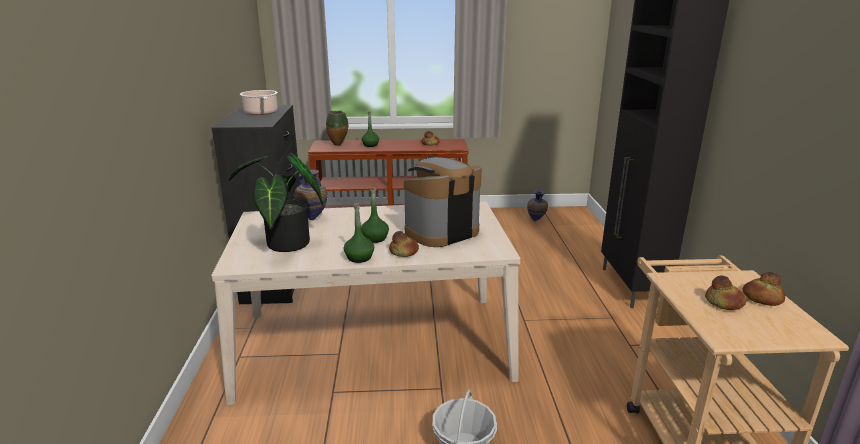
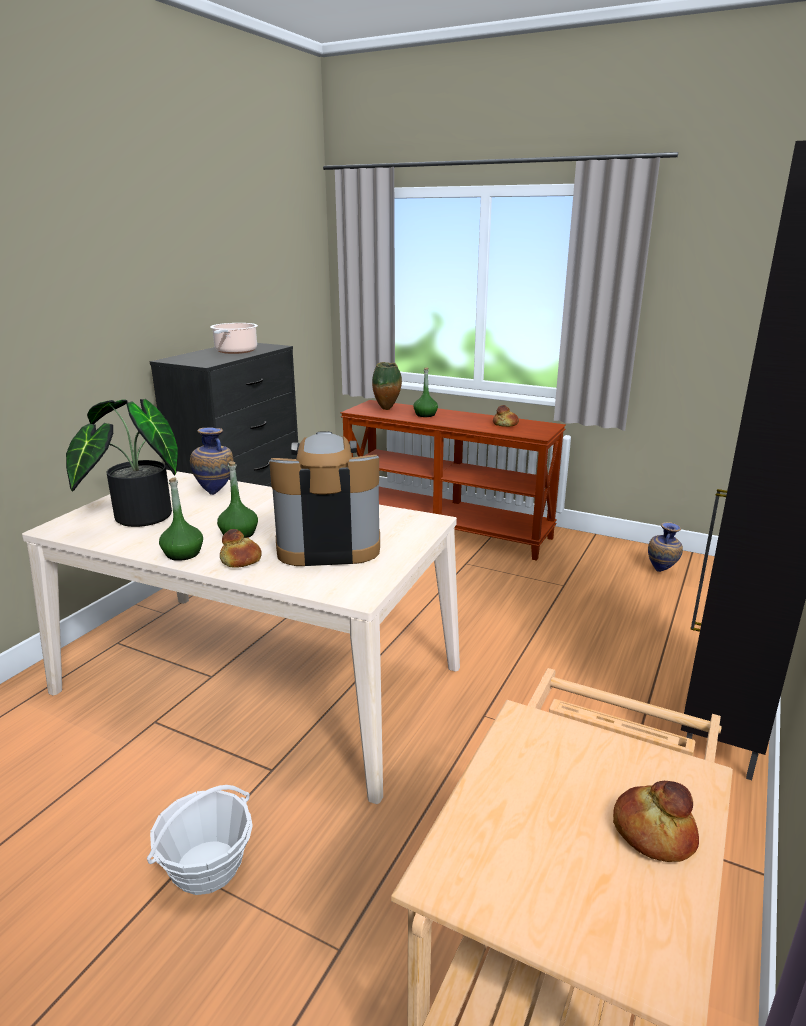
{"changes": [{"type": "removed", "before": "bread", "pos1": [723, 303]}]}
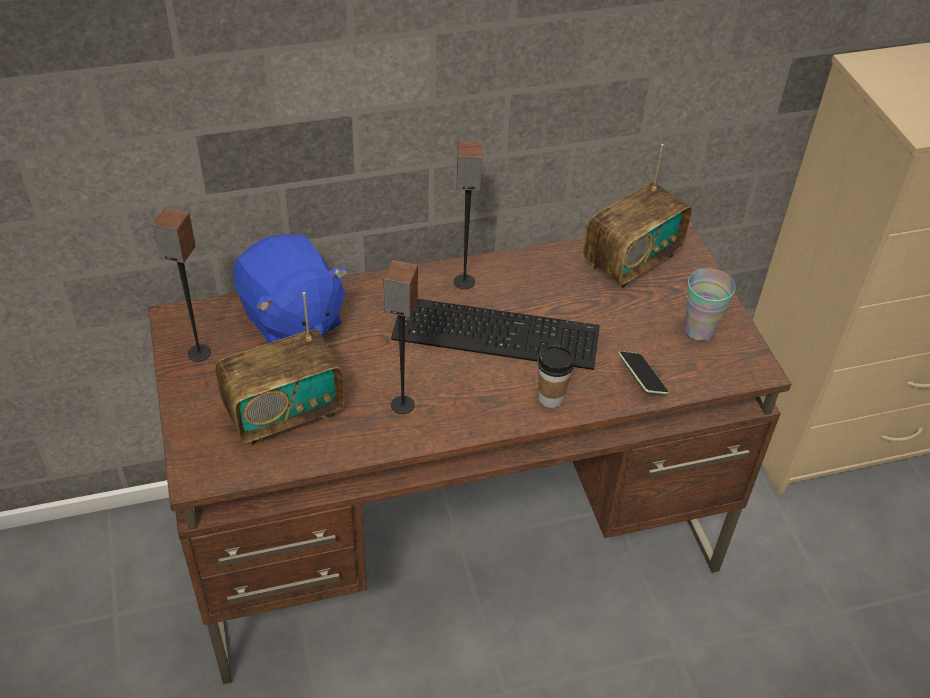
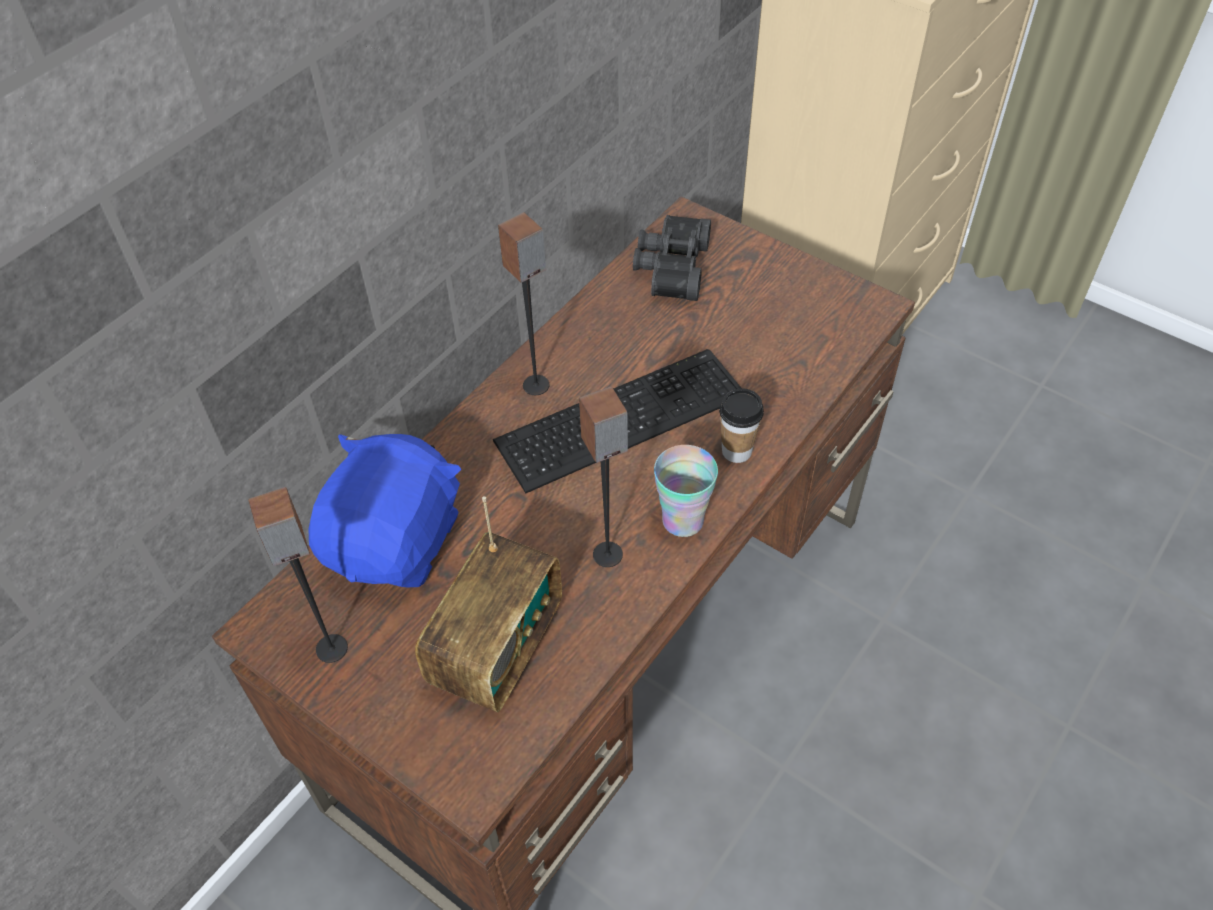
{"changes": [{"type": "turned", "before": "plush toy (blue)", "pos1": [291, 319], "pos2": [397, 541], "turn": -90}, {"type": "replaced", "before": "radio", "after": "binoculars (black)", "pos1": [631, 261], "pos2": [670, 267]}, {"type": "removed", "before": "phone", "pos1": [641, 378]}, {"type": "moved", "before": "cup", "pos1": [699, 330], "pos2": [683, 520]}]}
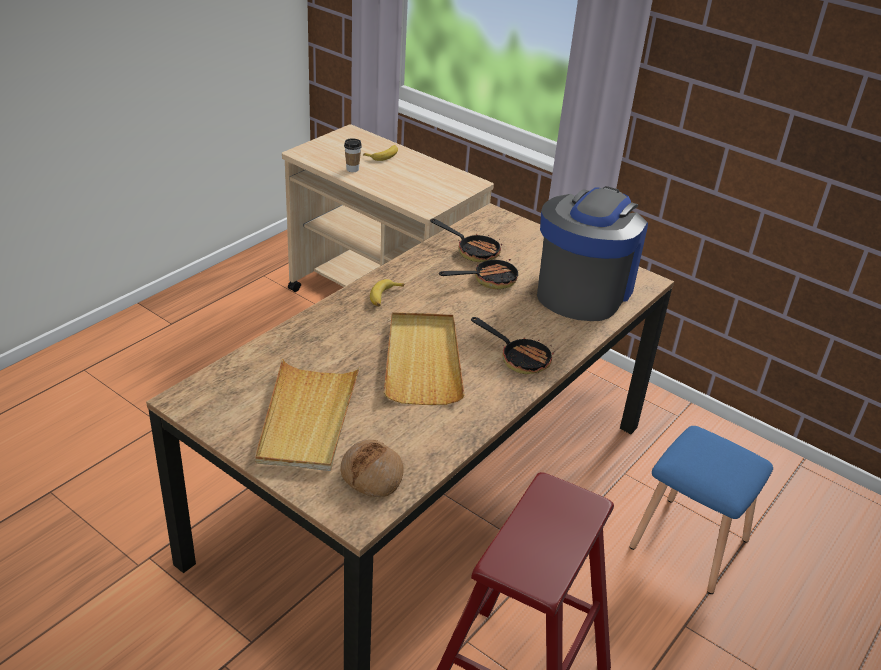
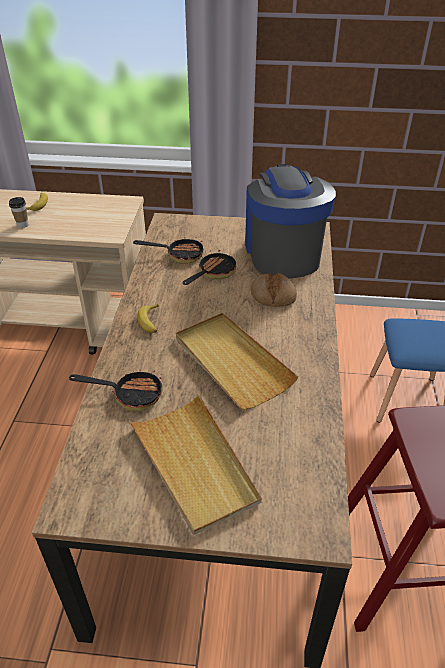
{"changes": [{"type": "moved", "before": "bread", "pos1": [372, 475], "pos2": [273, 296]}, {"type": "moved", "before": "frying pan", "pos1": [519, 358], "pos2": [130, 394]}]}
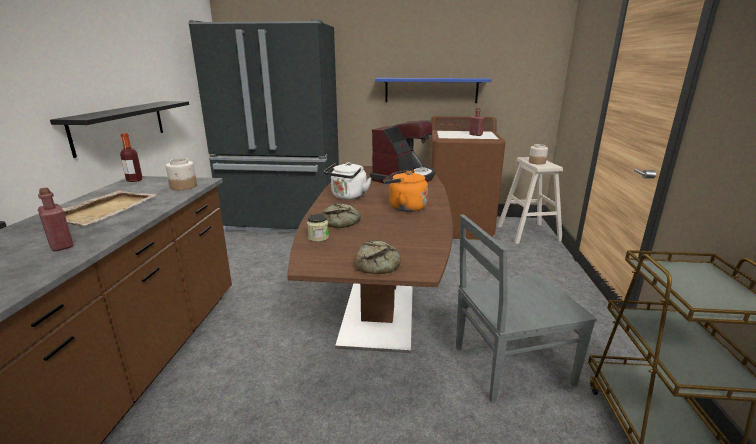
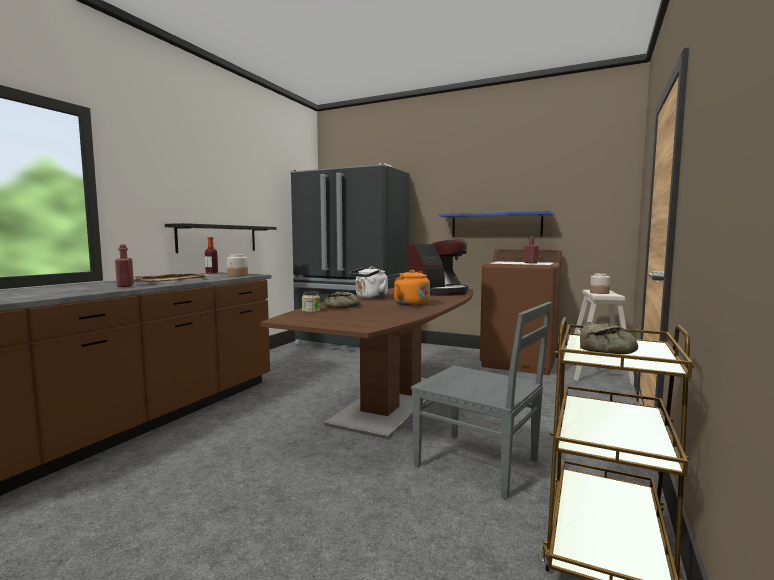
{"changes": [{"type": "moved", "before": "bread", "pos1": [378, 263], "pos2": [607, 348]}, {"type": "turned", "before": "chair (grey)", "pos1": [509, 366], "pos2": [479, 464], "turn": -150}]}
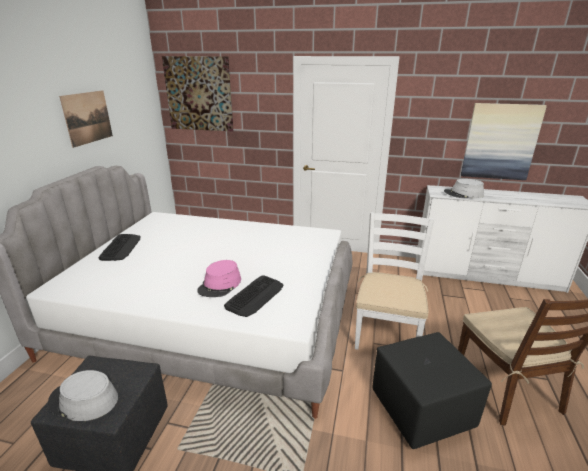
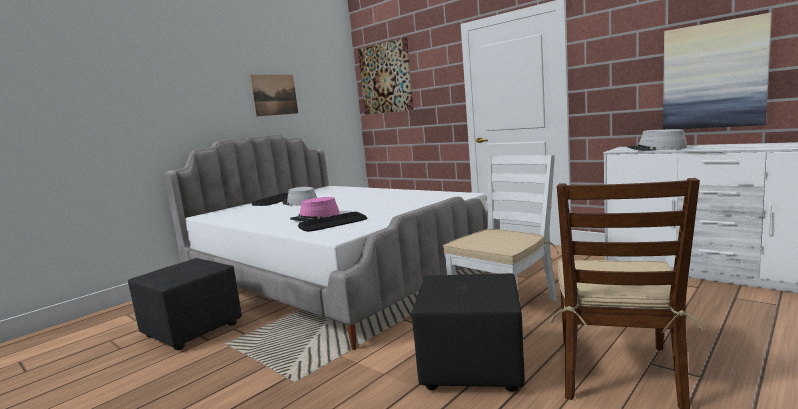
{"changes": [{"type": "moved", "before": "hat (grey)", "pos1": [83, 400], "pos2": [300, 202]}]}
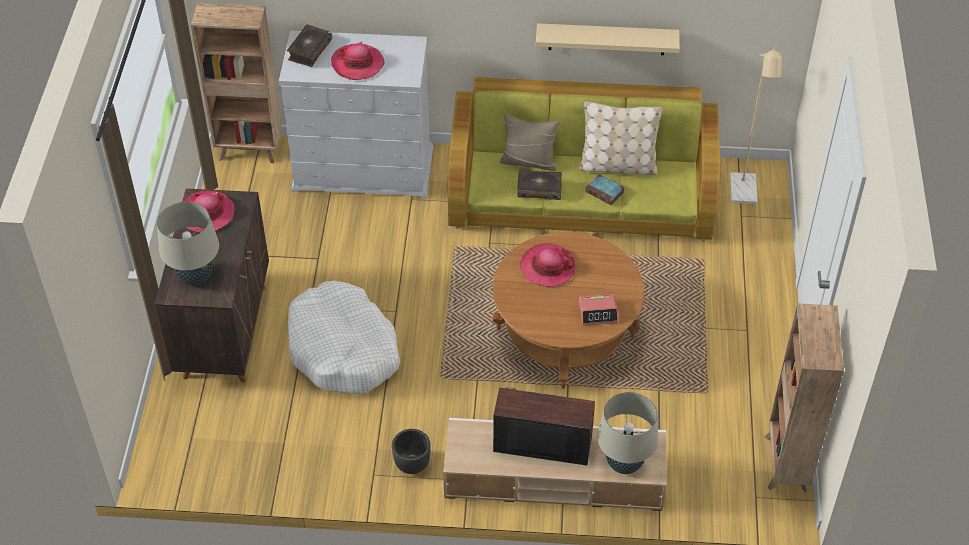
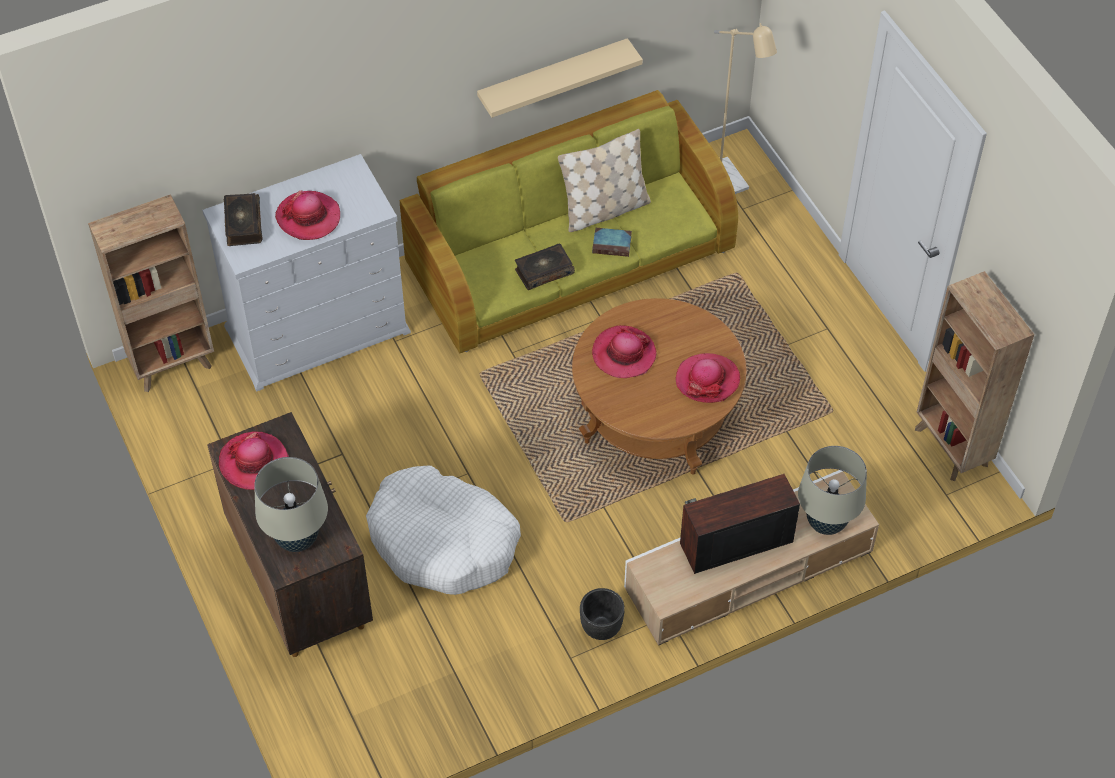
{"changes": [{"type": "removed", "before": "pillow (beige)", "pos1": [528, 161]}, {"type": "replaced", "before": "alarm clock", "after": "hat", "pos1": [598, 313], "pos2": [707, 380]}]}
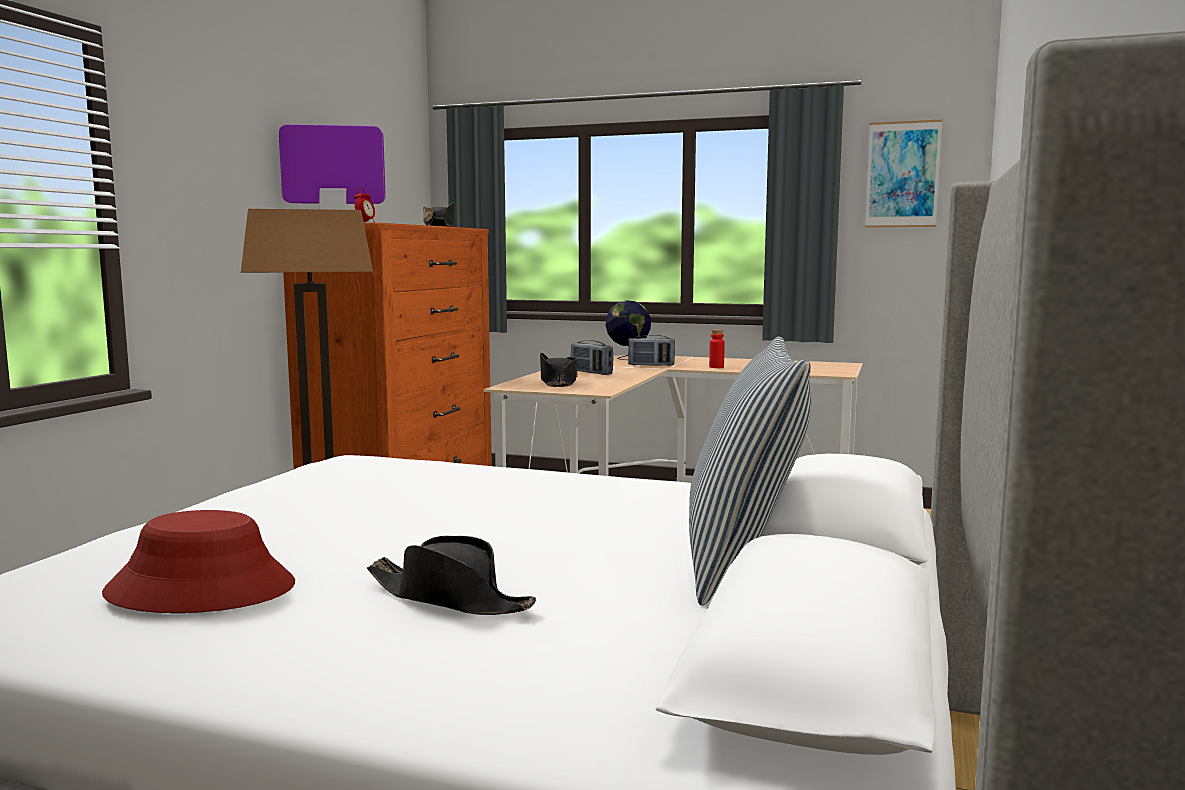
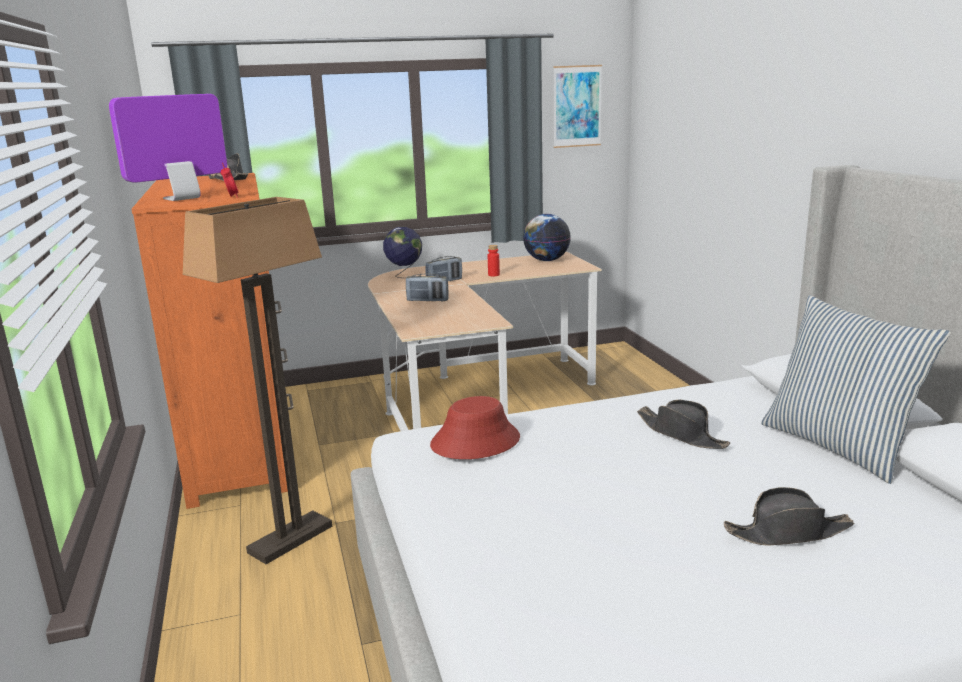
{"changes": [{"type": "moved", "before": "hat (red)", "pos1": [202, 589], "pos2": [475, 441]}, {"type": "moved", "before": "hat (black)", "pos1": [558, 382], "pos2": [681, 434]}, {"type": "added", "after": "globe", "pos2": [546, 260]}]}
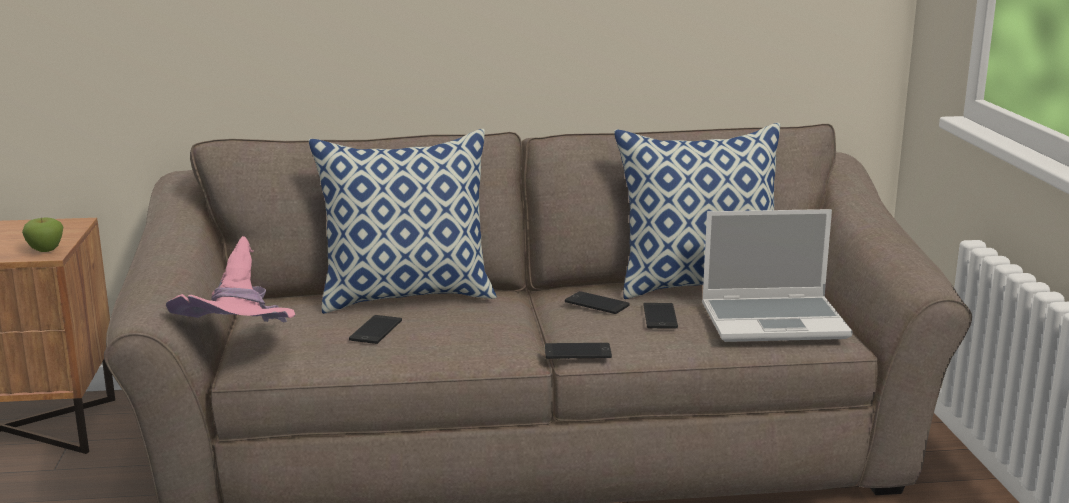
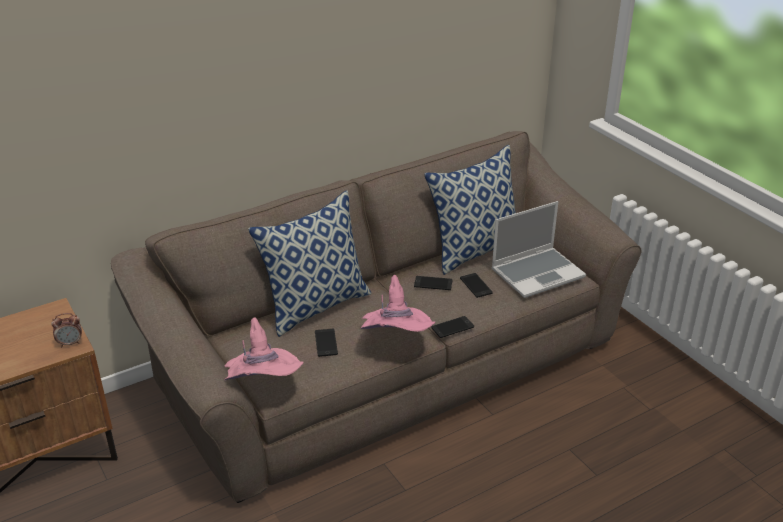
{"changes": [{"type": "replaced", "before": "apple", "after": "alarm clock", "pos1": [46, 250], "pos2": [70, 343]}, {"type": "added", "after": "hat (pink)", "pos2": [396, 341]}]}
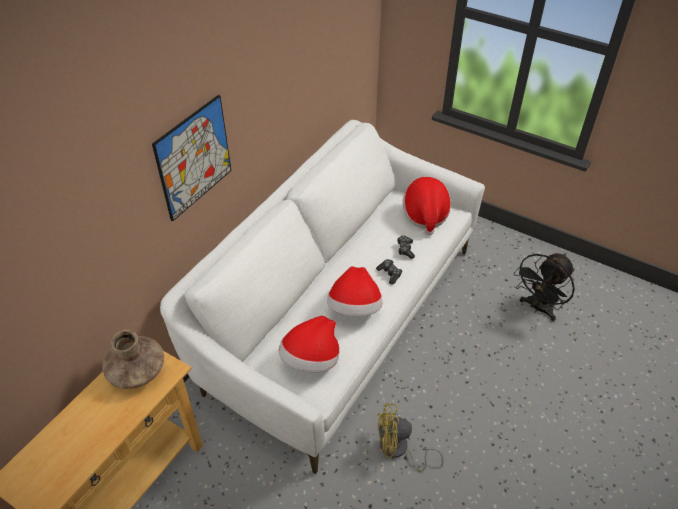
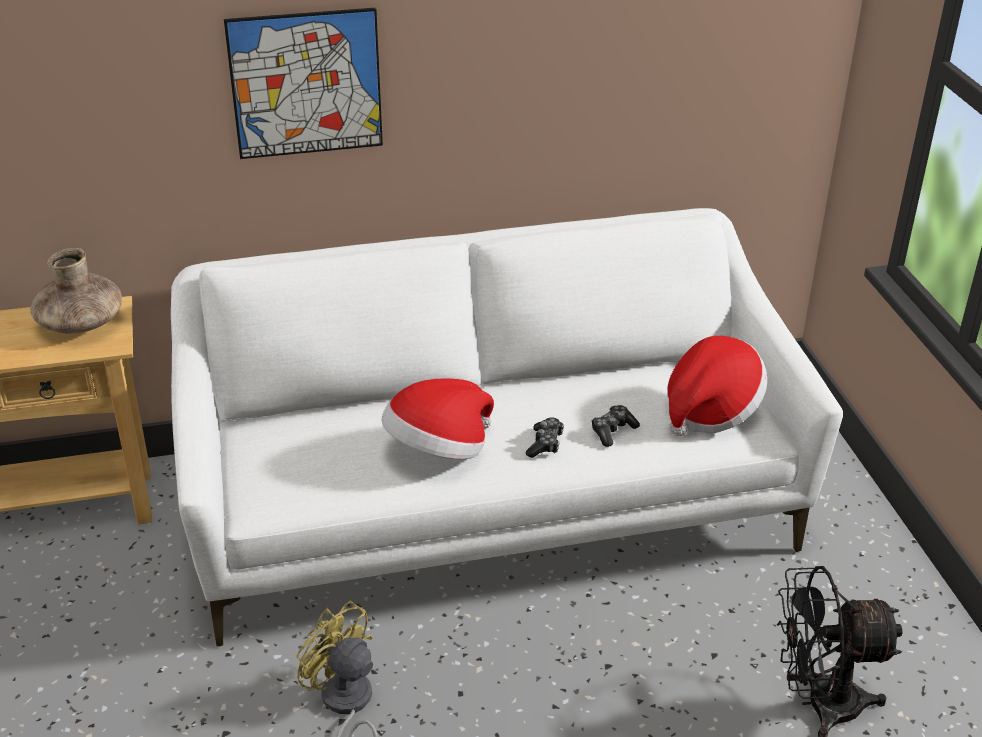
{"changes": [{"type": "removed", "before": "hat", "pos1": [311, 359]}]}
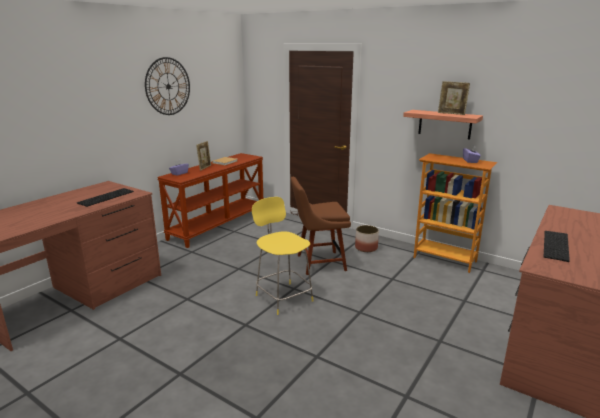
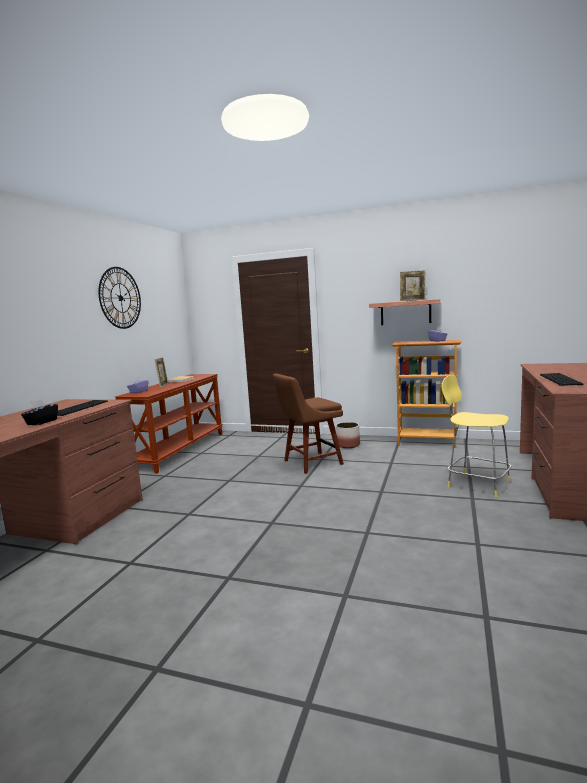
{"changes": [{"type": "moved", "before": "stool (yellow)", "pos1": [283, 297], "pos2": [476, 483]}, {"type": "added", "after": "tissue box (black)", "pos2": [41, 422]}]}
